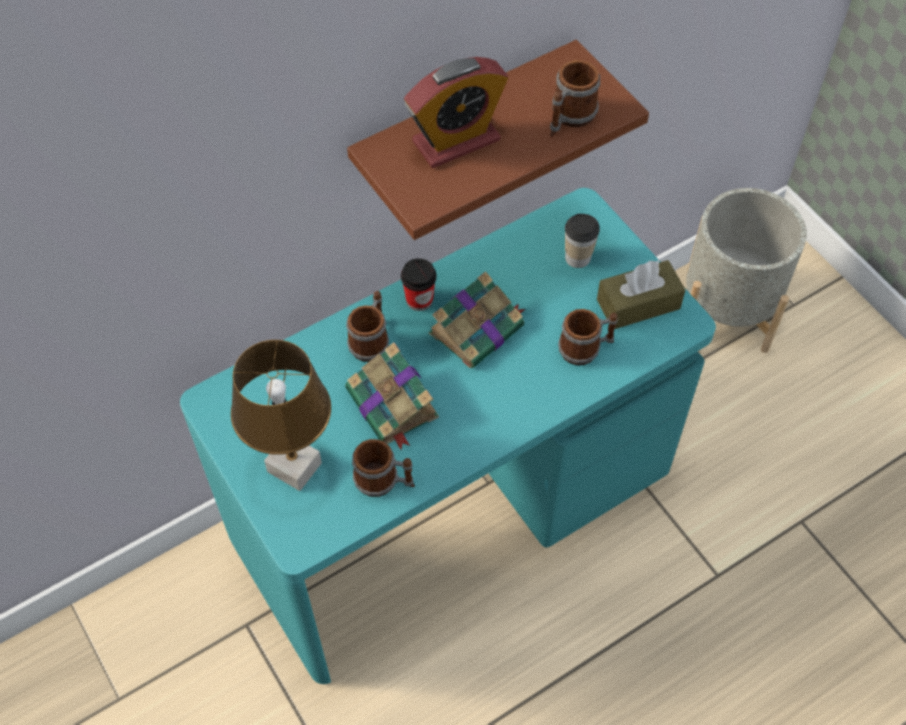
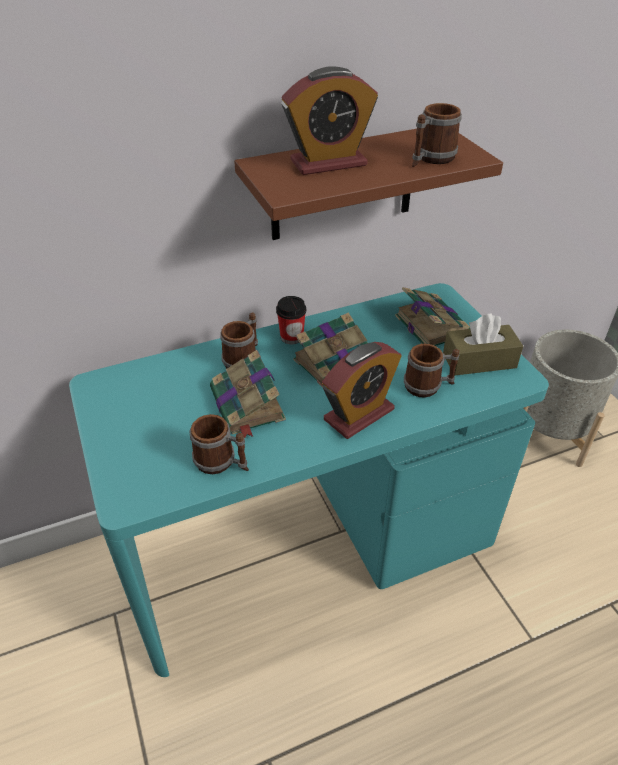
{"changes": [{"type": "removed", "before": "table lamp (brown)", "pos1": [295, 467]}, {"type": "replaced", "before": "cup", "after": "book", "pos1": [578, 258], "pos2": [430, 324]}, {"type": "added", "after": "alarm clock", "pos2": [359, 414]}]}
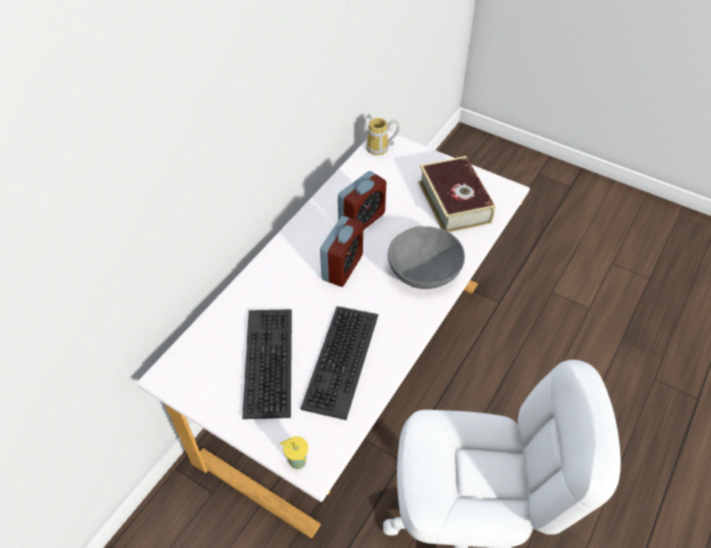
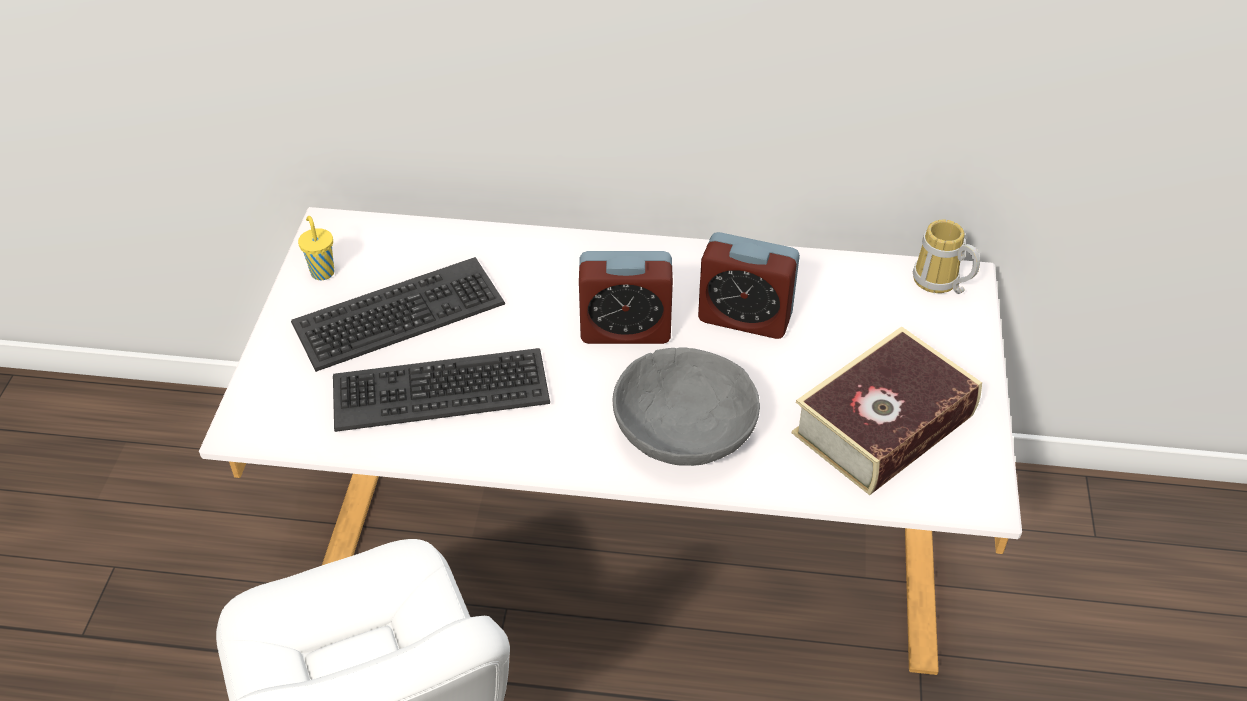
{"changes": [{"type": "moved", "before": "cup (yellow)", "pos1": [296, 461], "pos2": [322, 272]}]}
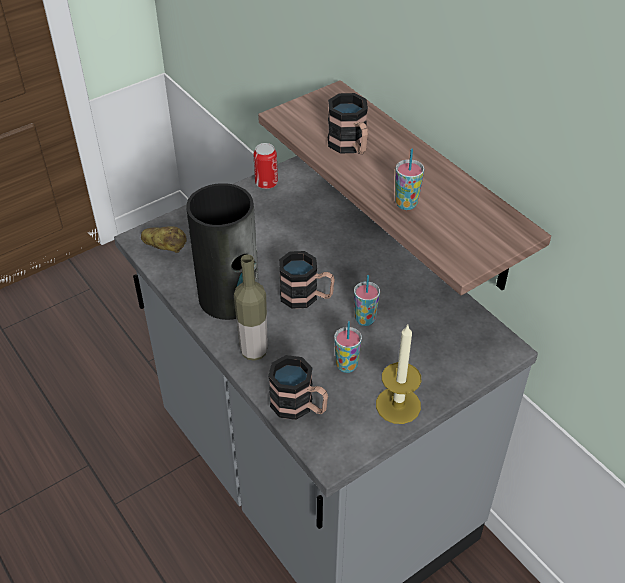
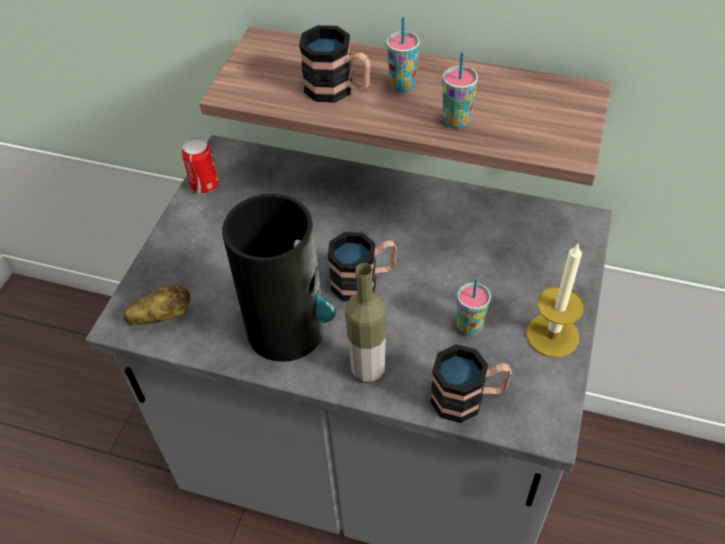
{"changes": [{"type": "moved", "before": "cup", "pos1": [365, 319], "pos2": [402, 85]}]}
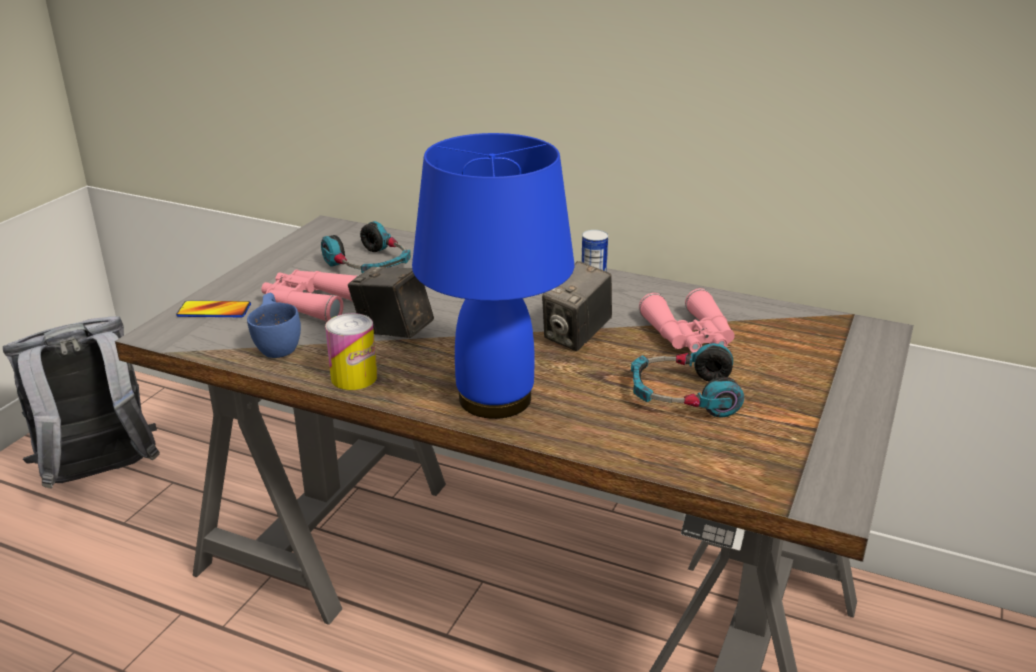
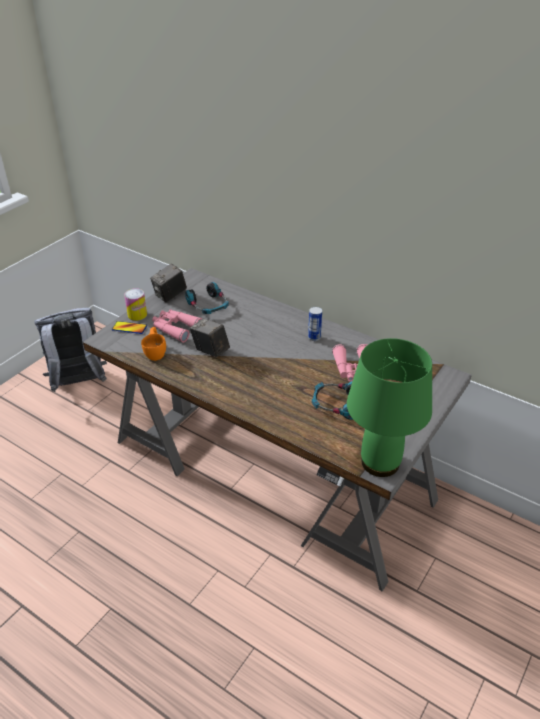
{"changes": [{"type": "recoloured", "before": "cup (blue)", "after": "cup (orange)", "pos1": [278, 344], "pos2": [156, 352]}, {"type": "moved", "before": "can", "pos1": [354, 377], "pos2": [137, 315]}, {"type": "removed", "before": "table lamp (blue)", "pos1": [493, 398]}, {"type": "moved", "before": "photo camera", "pos1": [577, 336], "pos2": [170, 295]}, {"type": "added", "after": "table lamp (green)", "pos2": [379, 462]}]}
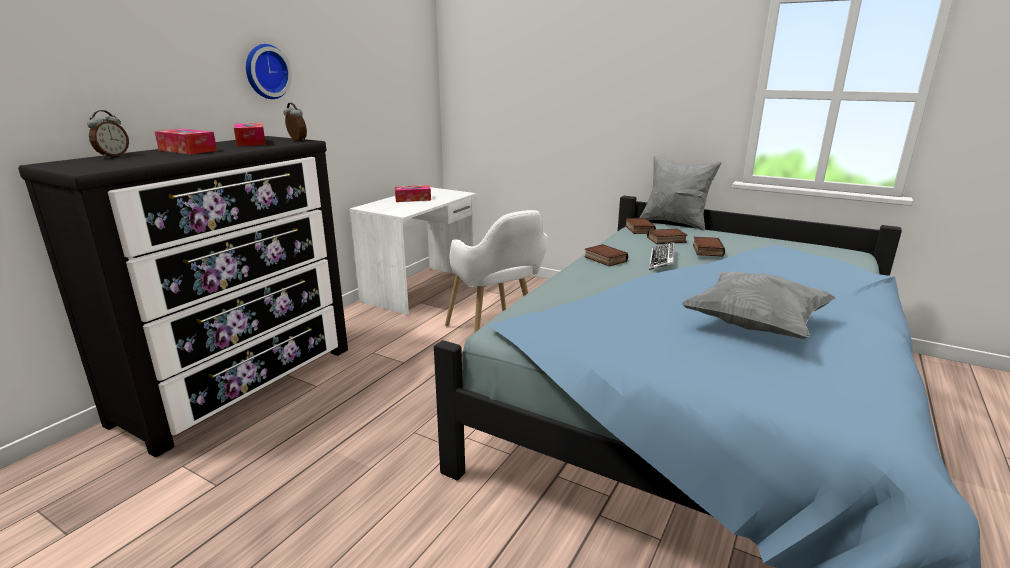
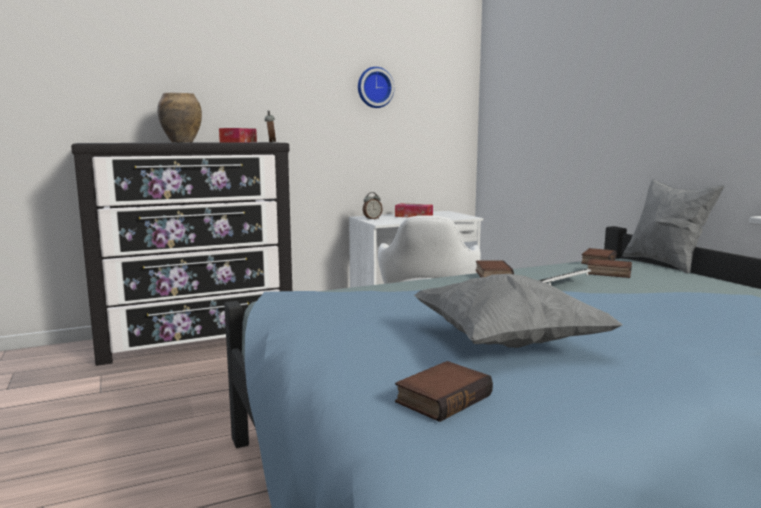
{"changes": [{"type": "moved", "before": "alarm clock", "pos1": [112, 156], "pos2": [372, 219]}, {"type": "replaced", "before": "tissue box", "after": "vase (brown)", "pos1": [187, 150], "pos2": [182, 142]}, {"type": "moved", "before": "wall clock", "pos1": [266, 72], "pos2": [374, 87]}, {"type": "moved", "before": "book", "pos1": [706, 250], "pos2": [442, 397]}]}
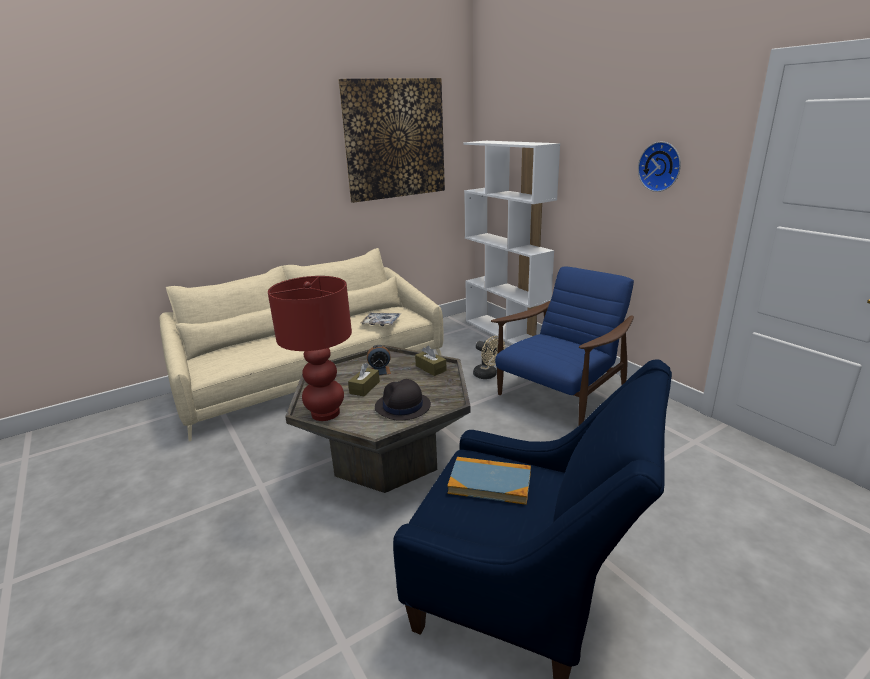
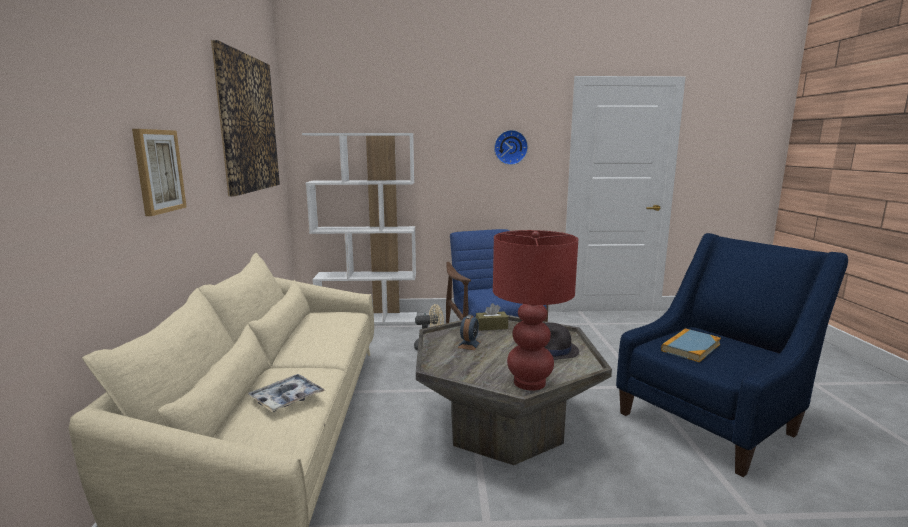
{"changes": [{"type": "removed", "before": "tissue box (brown)", "pos1": [364, 387]}, {"type": "moved", "before": "tray", "pos1": [381, 323], "pos2": [287, 399]}, {"type": "added", "after": "picture", "pos2": [158, 171]}]}
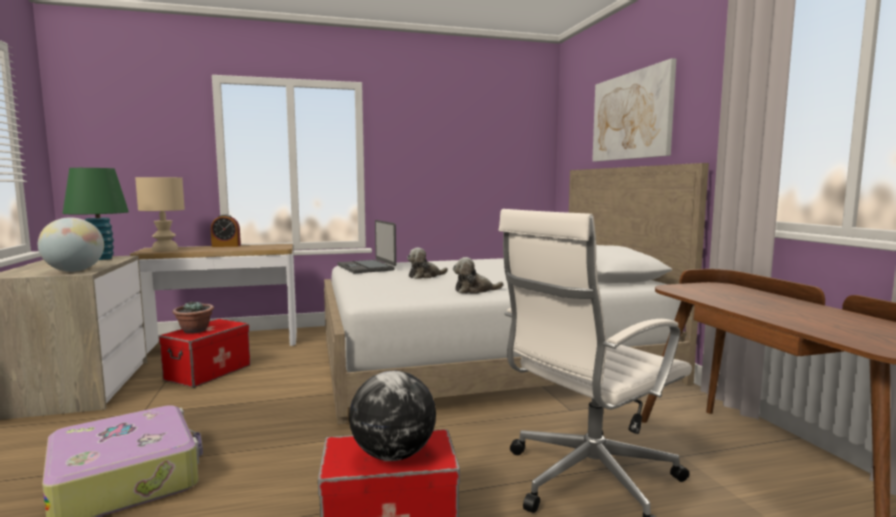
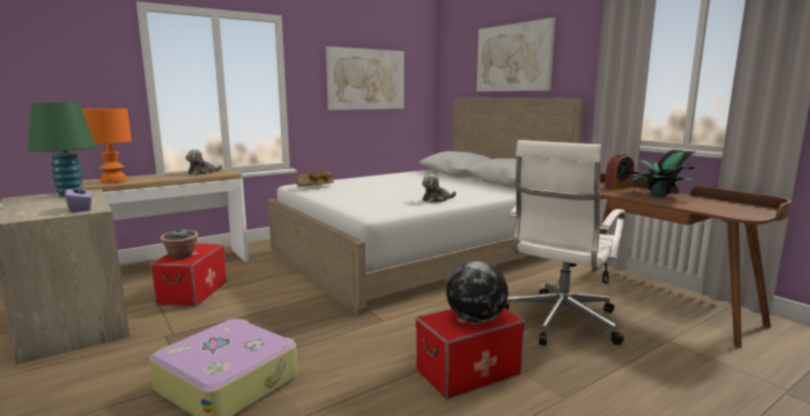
{"changes": [{"type": "replaced", "before": "globe", "after": "tissue box (purple)", "pos1": [74, 271], "pos2": [81, 209]}, {"type": "recoloured", "before": "table lamp (beige)", "after": "table lamp (orange)", "pos1": [164, 250], "pos2": [113, 181]}, {"type": "moved", "before": "alarm clock", "pos1": [226, 246], "pos2": [618, 187]}, {"type": "replaced", "before": "laptop", "after": "book", "pos1": [366, 267], "pos2": [315, 186]}, {"type": "moved", "before": "plush toy", "pos1": [425, 276], "pos2": [203, 172]}, {"type": "added", "after": "picture", "pos2": [366, 79]}, {"type": "added", "after": "potted plant", "pos2": [659, 195]}]}
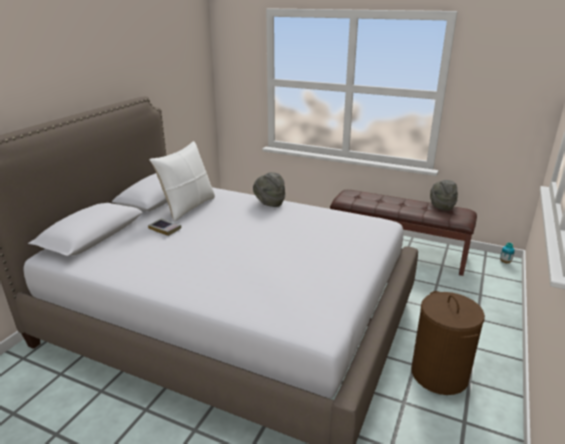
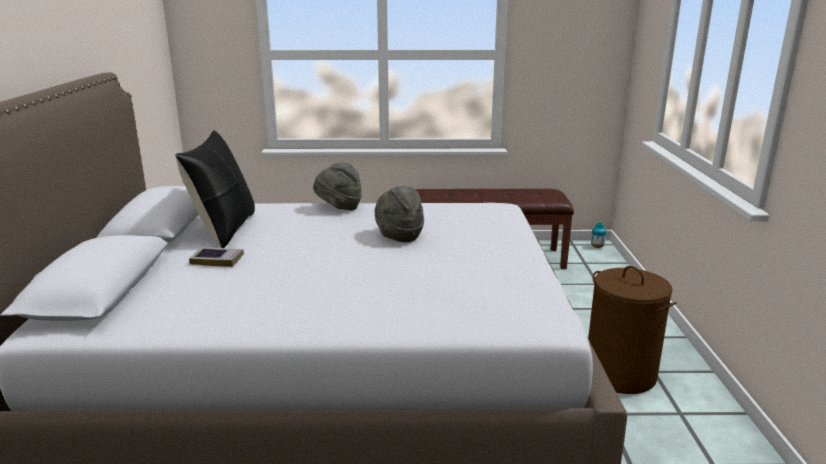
{"changes": [{"type": "recoloured", "before": "pillow (white)", "after": "pillow (black)", "pos1": [188, 207], "pos2": [224, 230]}, {"type": "moved", "before": "hat (grey)", "pos1": [441, 206], "pos2": [399, 236]}]}
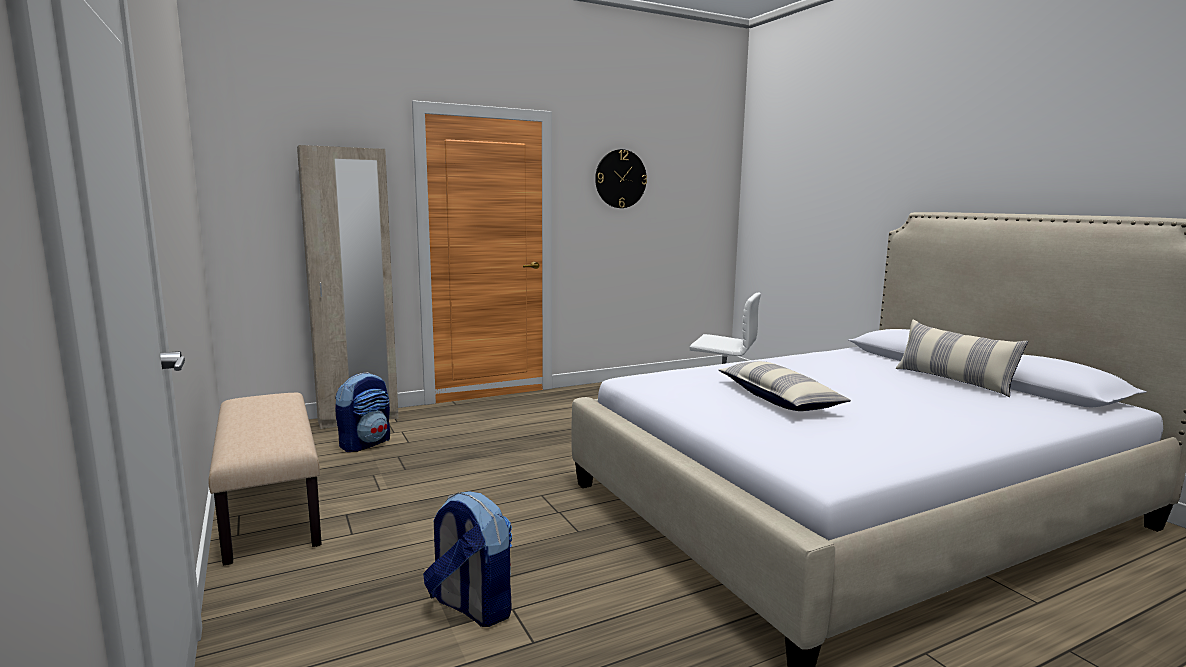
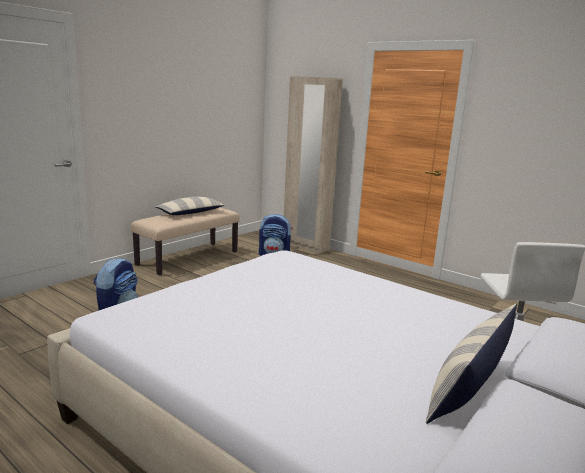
{"changes": [{"type": "removed", "before": "wall clock", "pos1": [620, 179]}, {"type": "moved", "before": "pillow", "pos1": [779, 399], "pos2": [190, 213]}]}
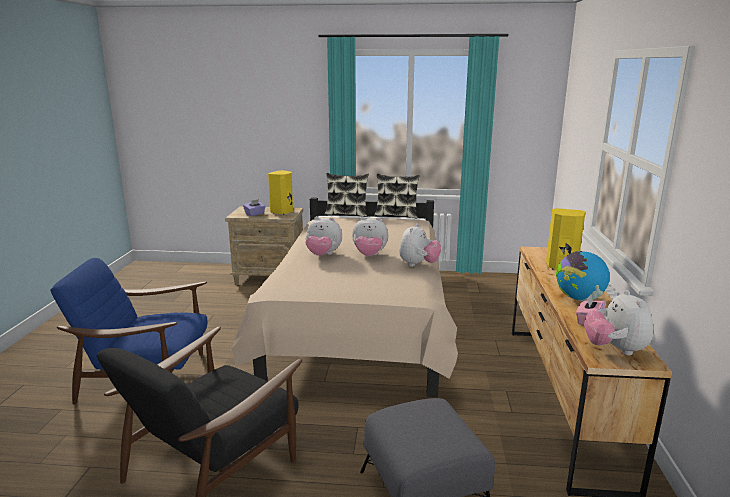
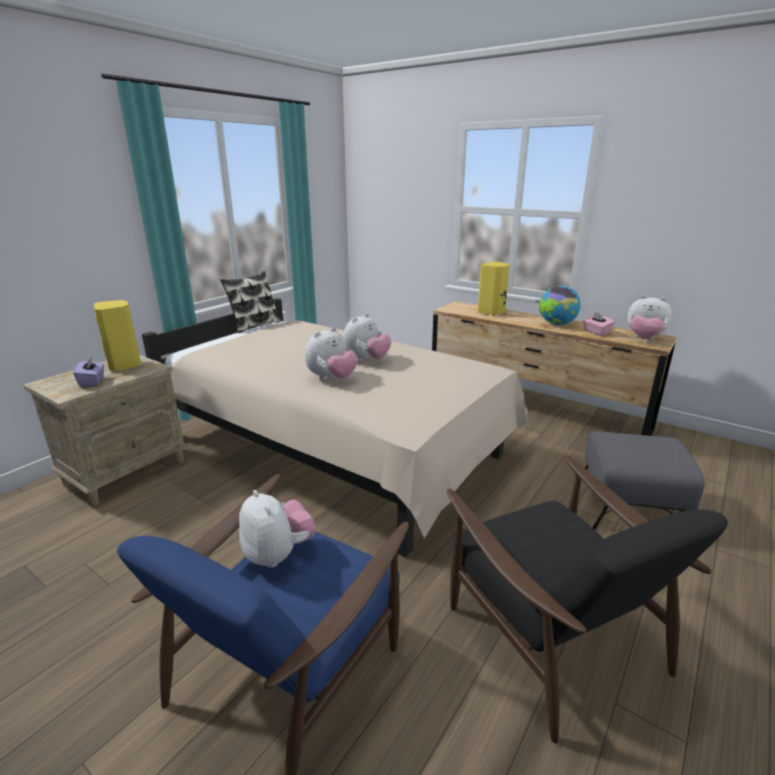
{"changes": [{"type": "removed", "before": "pillow", "pos1": [346, 214]}, {"type": "moved", "before": "plush toy", "pos1": [418, 265], "pos2": [278, 554]}]}
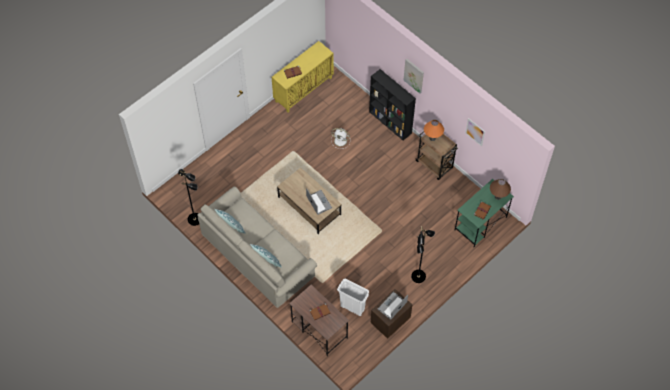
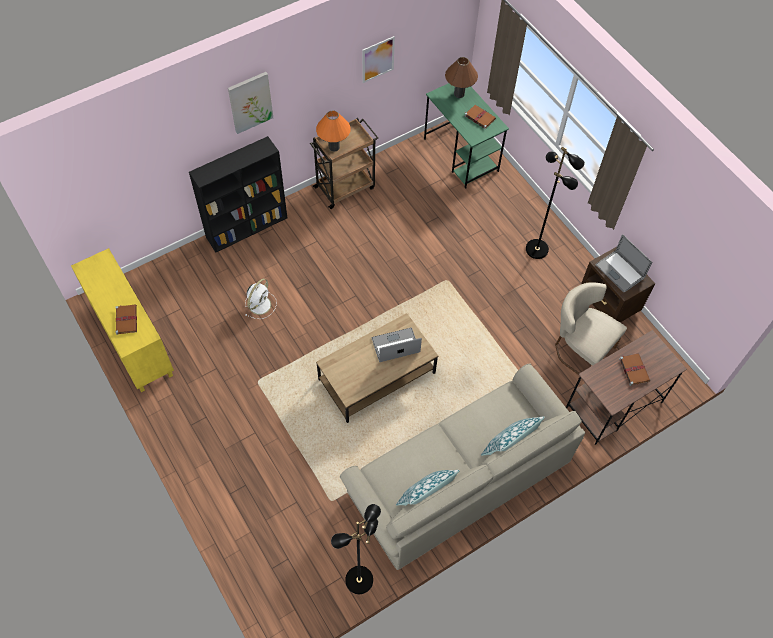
{"changes": [{"type": "replaced", "before": "trash can (white)", "after": "chair (beige)", "pos1": [352, 307], "pos2": [579, 348]}]}
